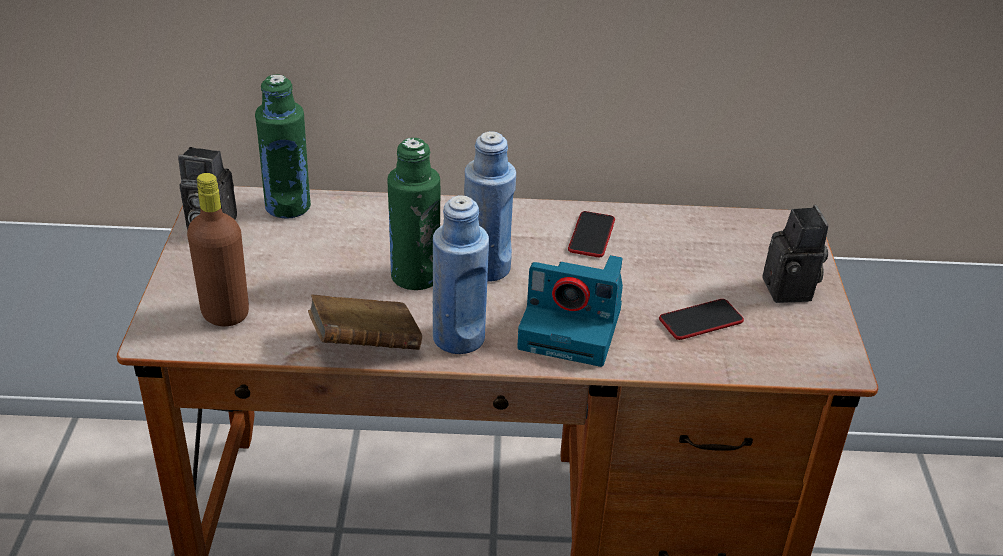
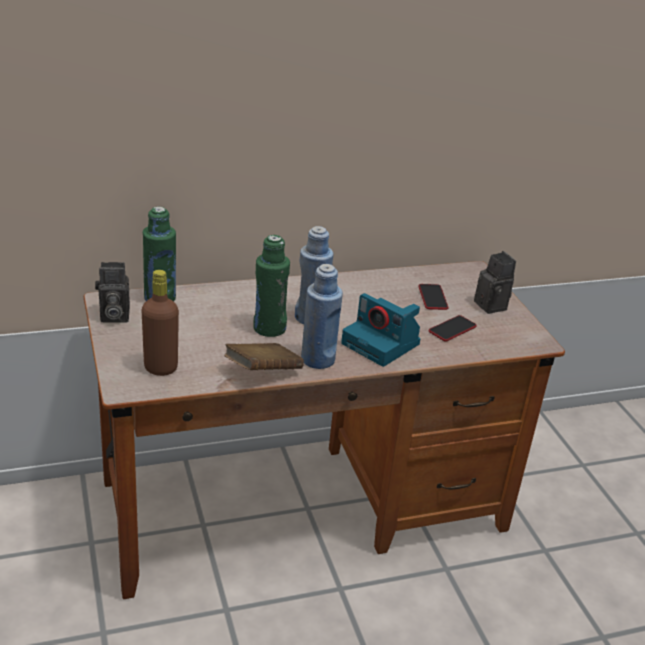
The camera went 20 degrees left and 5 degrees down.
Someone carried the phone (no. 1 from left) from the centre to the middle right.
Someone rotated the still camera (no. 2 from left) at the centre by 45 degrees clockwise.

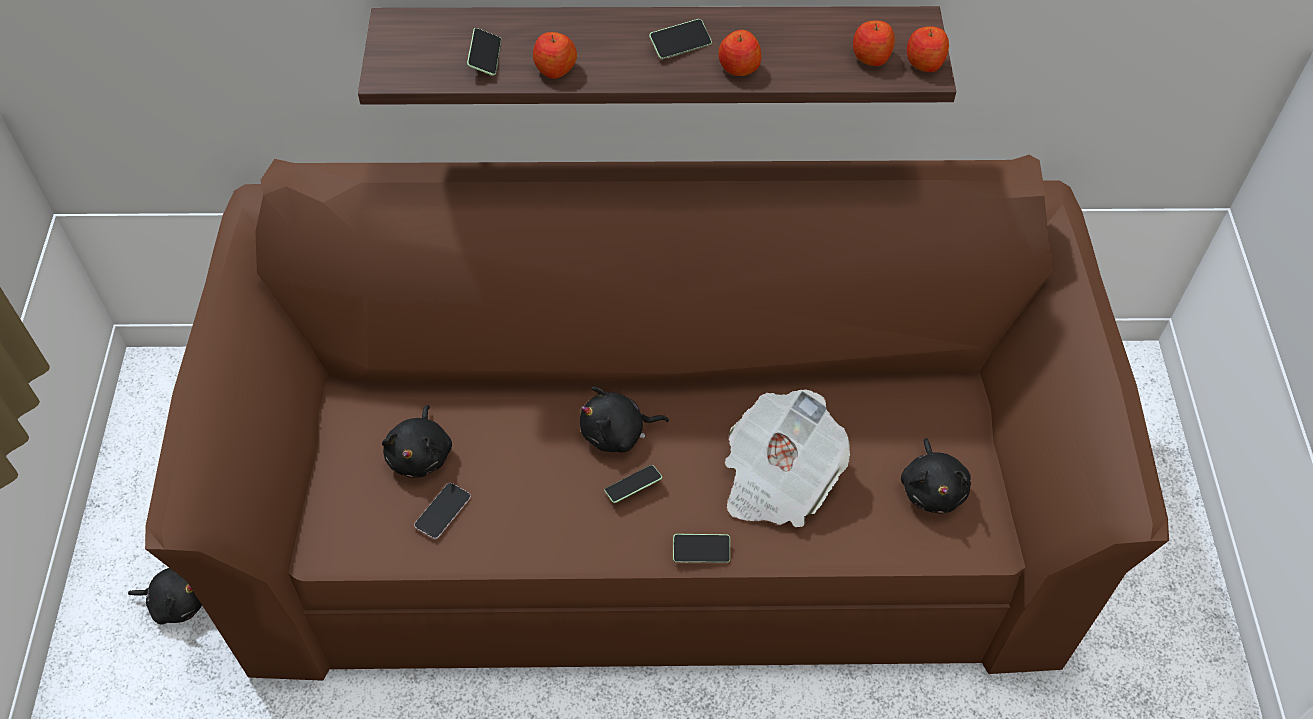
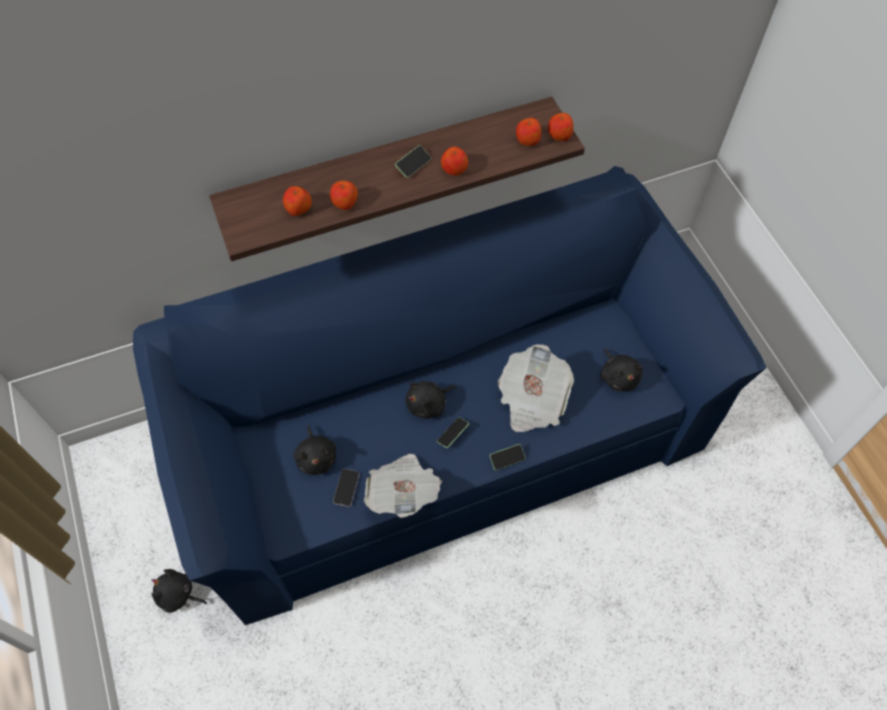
The camera went 20 degrees left and 5 degrees up.
Someone swapped the phone (no. 2 from left) at the top centre for the apple (no. 1 from left) at the top centre.
Someone repainted the sofa in brown at the centre, which became the sofa in bluish at the centre.
Someone rotated the cuddly toy in black (no. 1 from left) at the bottom left by 150 degrees counterclockwise.
Someone put down the daily paper (no. 1 from left) at the bottom centre.

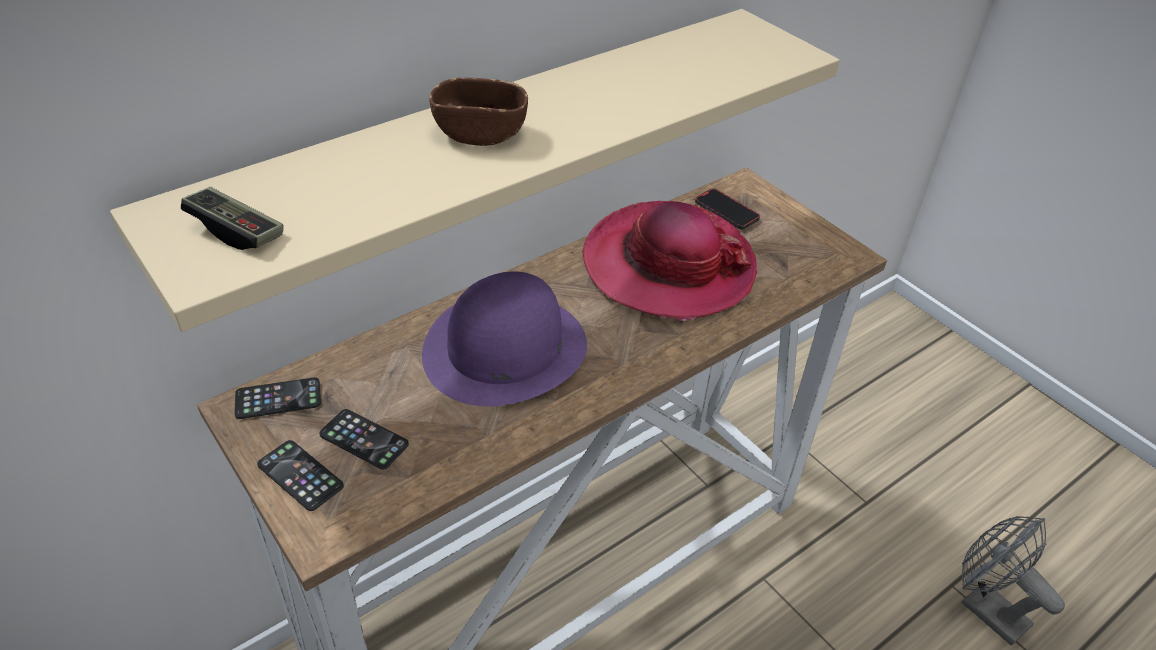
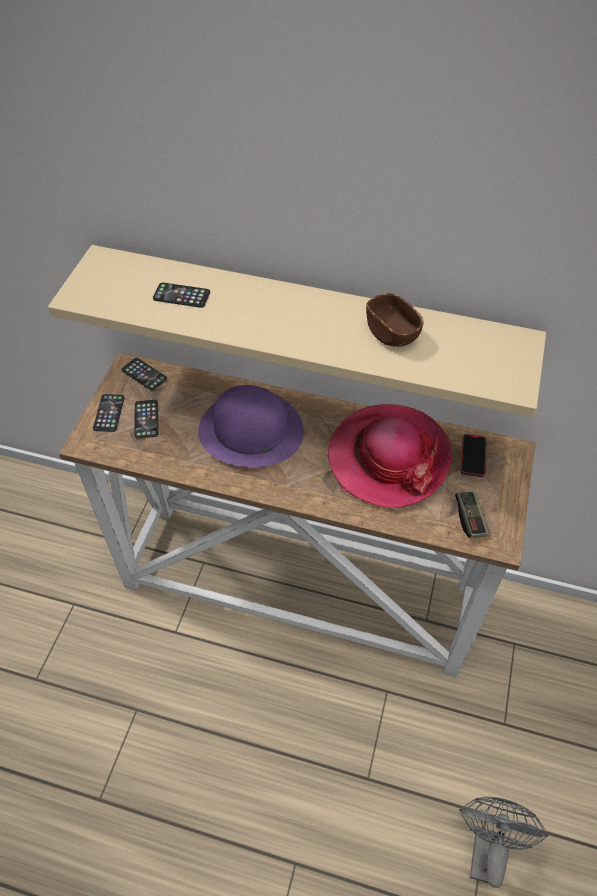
The camera went 55 degrees right and 10 degrees up.
Someone carried the deep dish in brown from the top centre to the centre.
Someone carried the game controller from the middle left to the middle right.
Someone put down the phone (no. 4 from left) at the top left.

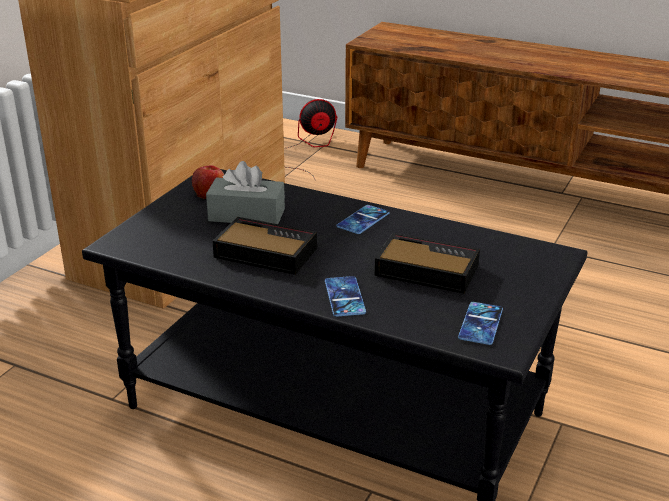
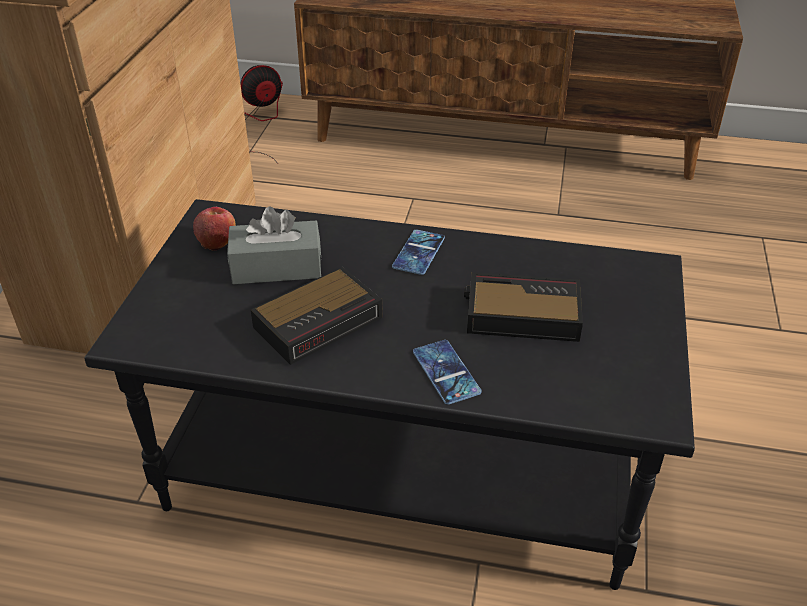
The camera went 15 degrees left and 10 degrees up.
Someone rotated the alarm clock (no. 1 from left) at the centre by 135 degrees clockwise.
Someone took away the phone (no. 3 from left) at the middle right.

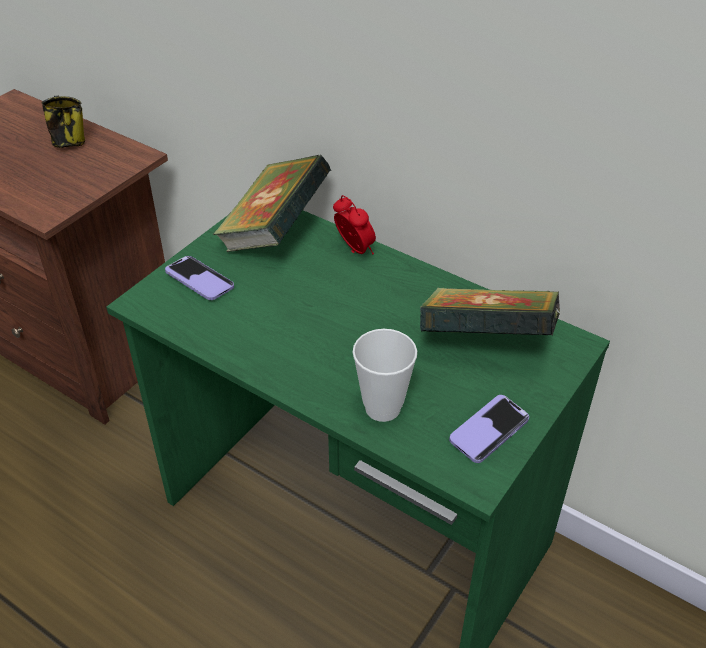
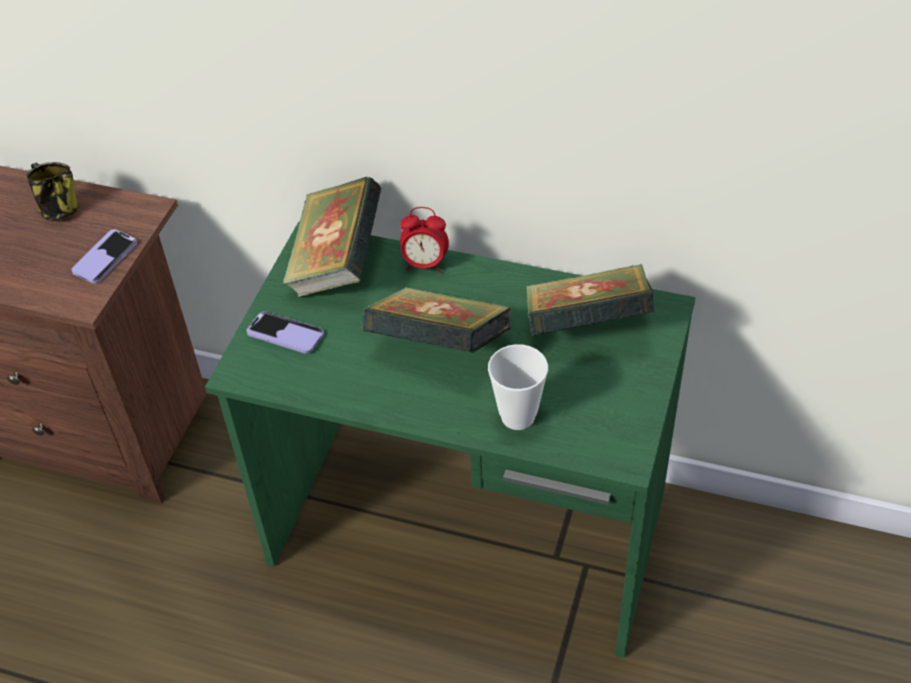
The camera went 15 degrees left and 5 degrees up.
Someone rotated the alarm clock at the centre by 150 degrees clockwise.
Someone carried the phone (no. 2 from left in the first image) from the middle right to the middle left.
Someone put down the volume (no. 2 from left) at the centre.

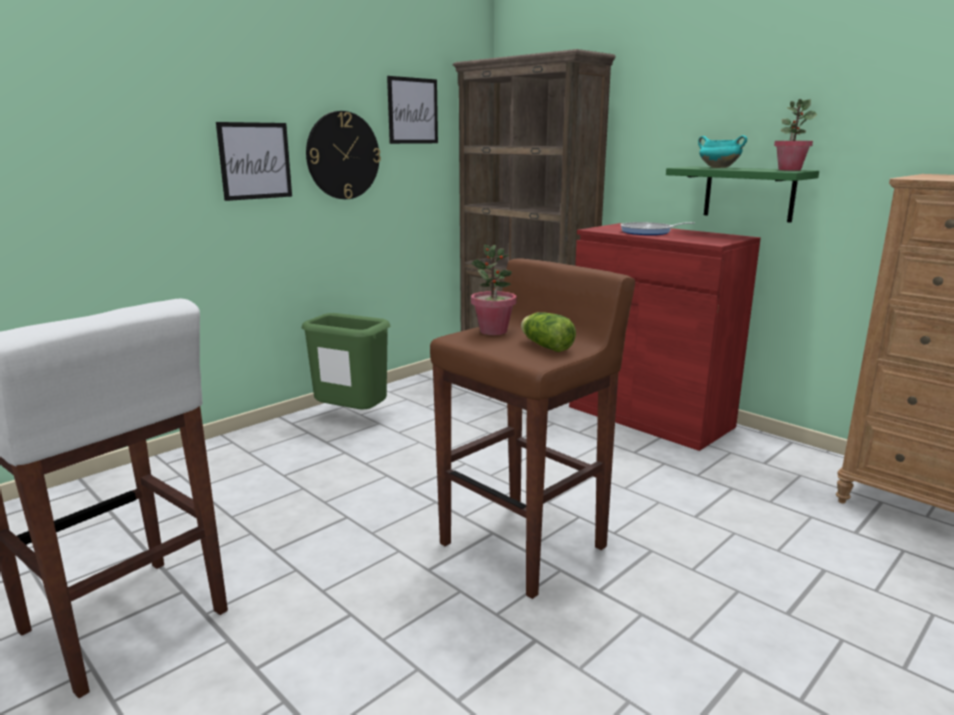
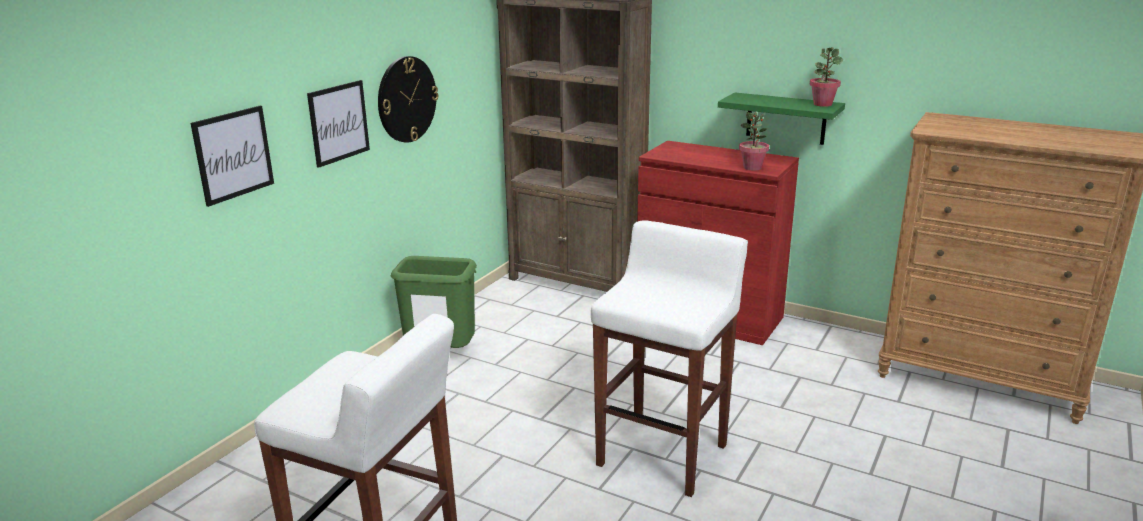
The camera went 15 degrees left and 5 degrees up.
Someone carried the wall picture (no. 2 from left in the first image) from the top centre to the top left.
Someone took away the stockpot in blue-green at the top right.
Someone took away the frying pan at the top right.
Someone carried the potted plant (no. 1 from left) from the centre to the top centre.
Someone repainted the stool seat in brown at the centre, which became the stool seat in white (no. 2 from left) at the bottom centre.
Someone took away the lettuce at the centre.

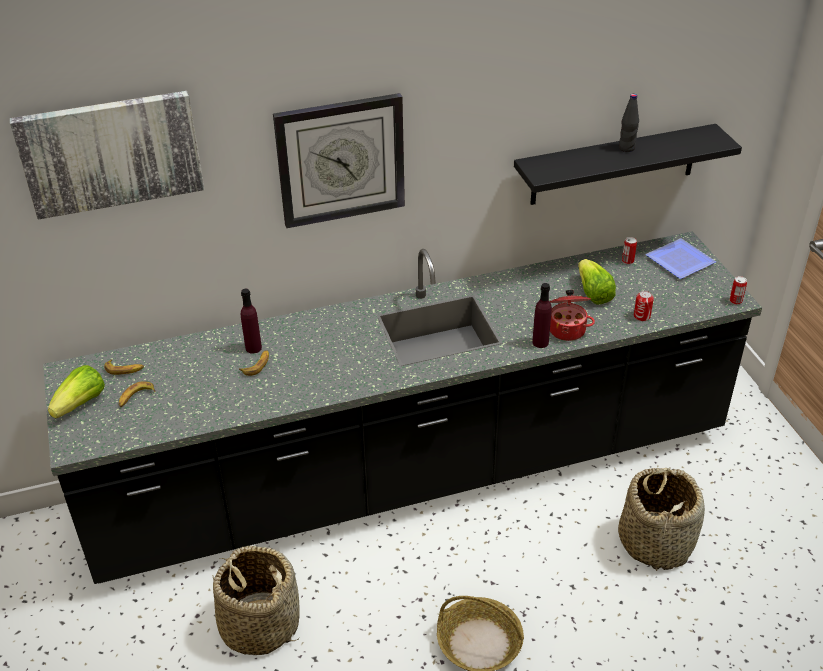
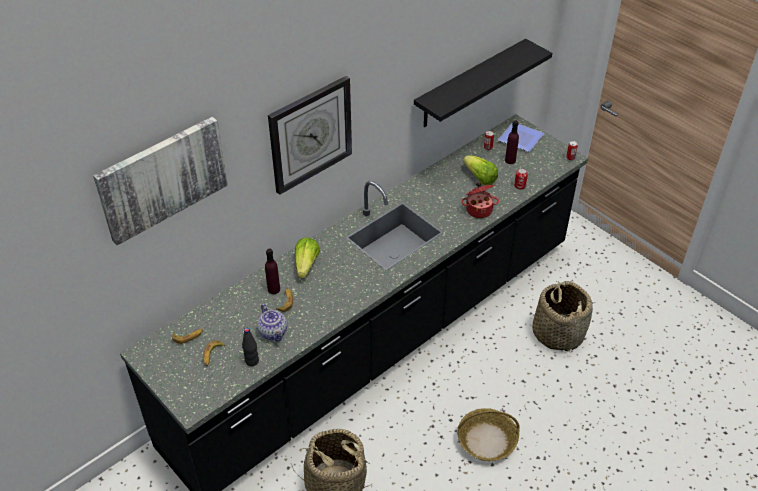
The camera went 25 degrees left and 5 degrees up.
Someone carried the beverage bottle in black from the top right to the bottom left.
Someone carried the beverage bottle in purplish (no. 2 from left) from the centre to the top right.
Someone carried the lettuce (no. 1 from left) from the middle left to the centre.
Someone put down the pot for tea at the centre.

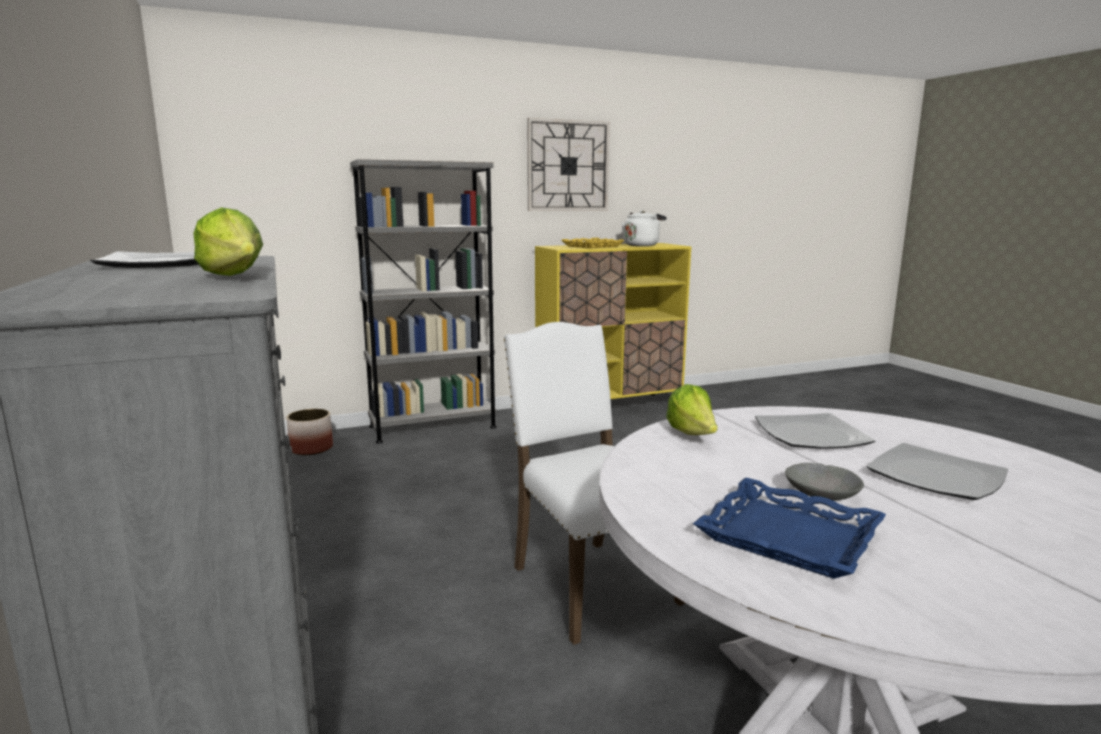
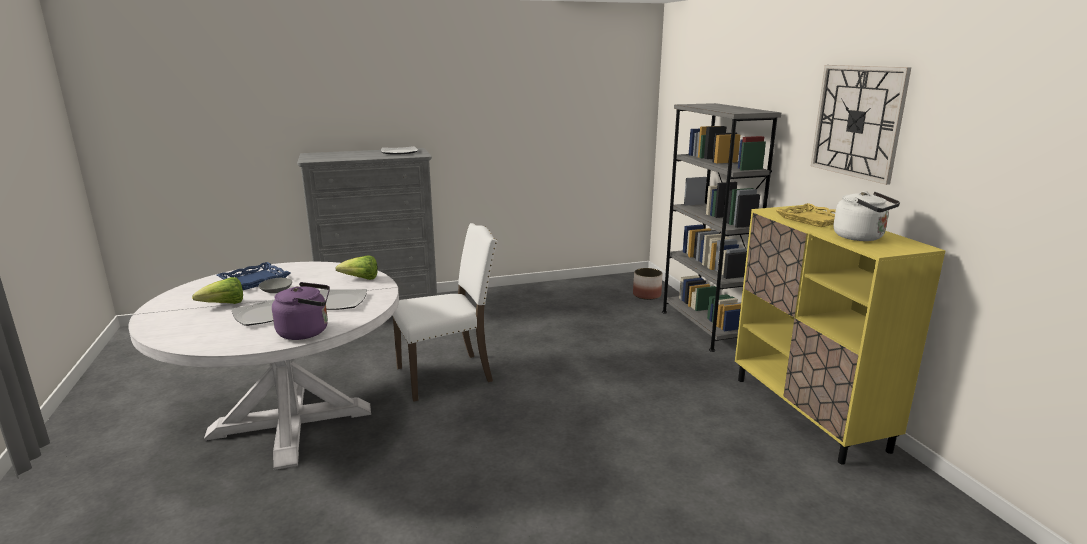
The camera went 95 degrees right and 5 degrees up.
Someone carried the lettuce (no. 1 from left) from the top left to the middle left.
Someone put down the water kettle in purplish at the middle left.

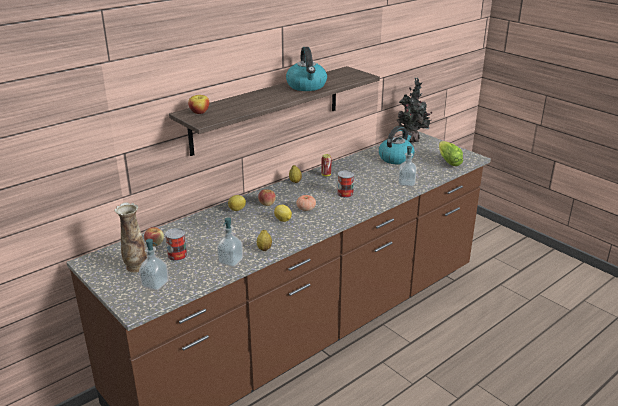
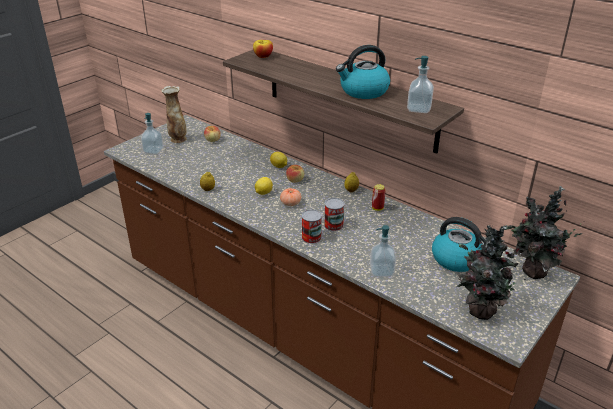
The camera went 80 degrees right and 5 degrees up.
Someone swapped the lettuce at the middle right for the potted plant (no. 1 from left) at the middle right.
Someone carried the liquid soap bottle (no. 2 from left in the first image) from the centre to the top right.
Someone carried the sealed can (no. 1 from left) from the middle left to the centre.

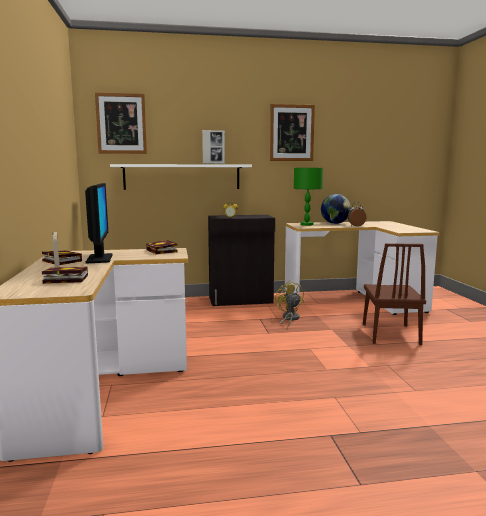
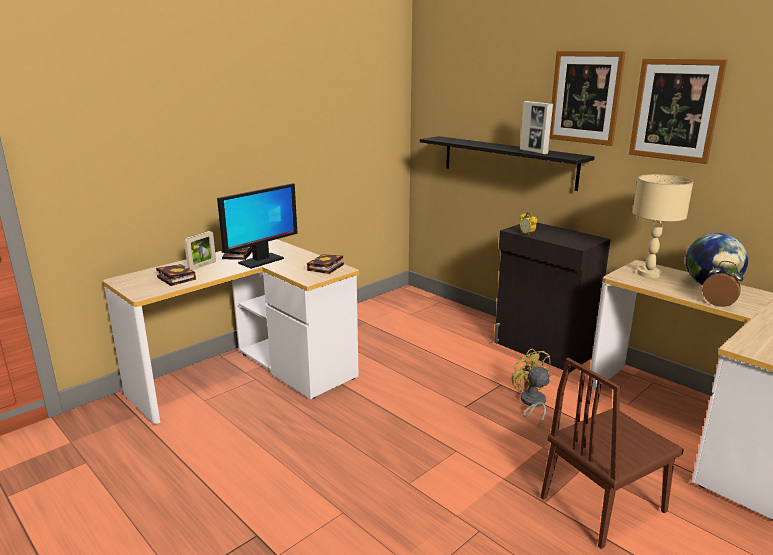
The camera went 55 degrees right and 10 degrees up.
Someone carried the wall picture (no. 1 from left) from the top left to the top right.
Someone repainted the wall shelf in white at the centre, which became the wall shelf in black at the top centre.
Someone repainted the lamp for a table in green at the centre, which became the lamp for a table in beige-coloured at the middle right.
Someone rotated the cooling fan in yellow at the centre by 60 degrees counterclockwise.

